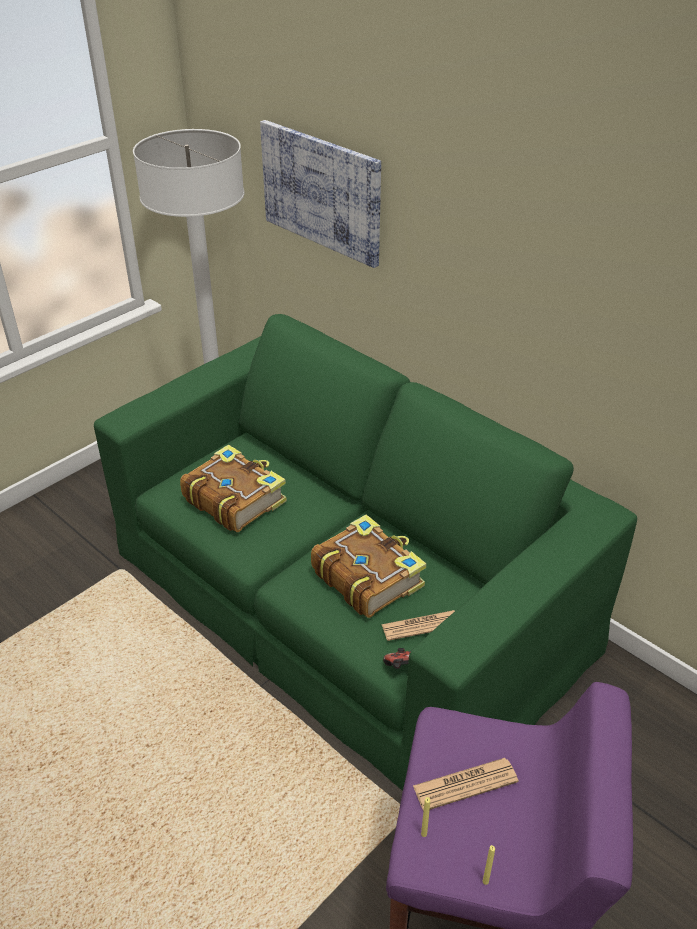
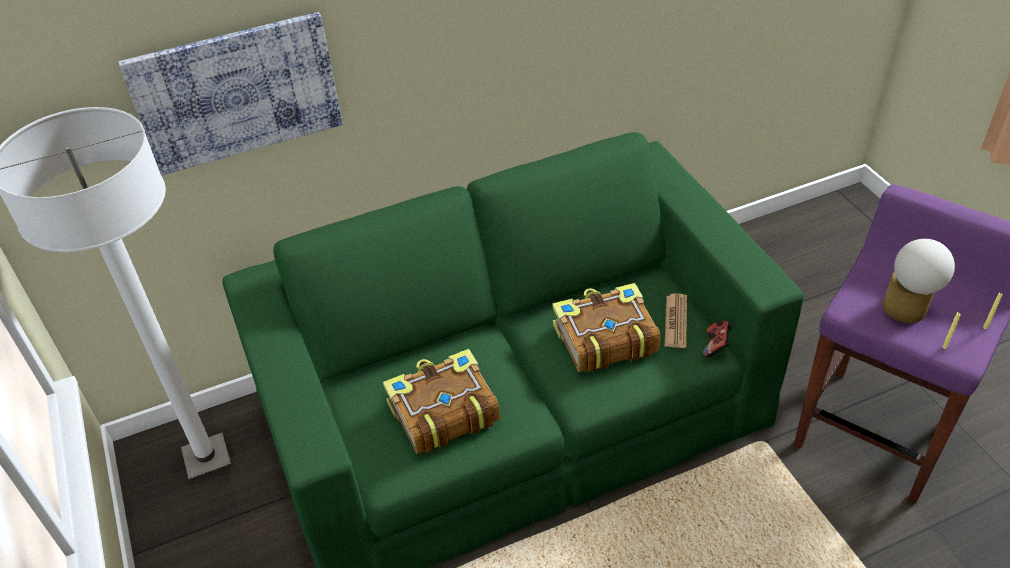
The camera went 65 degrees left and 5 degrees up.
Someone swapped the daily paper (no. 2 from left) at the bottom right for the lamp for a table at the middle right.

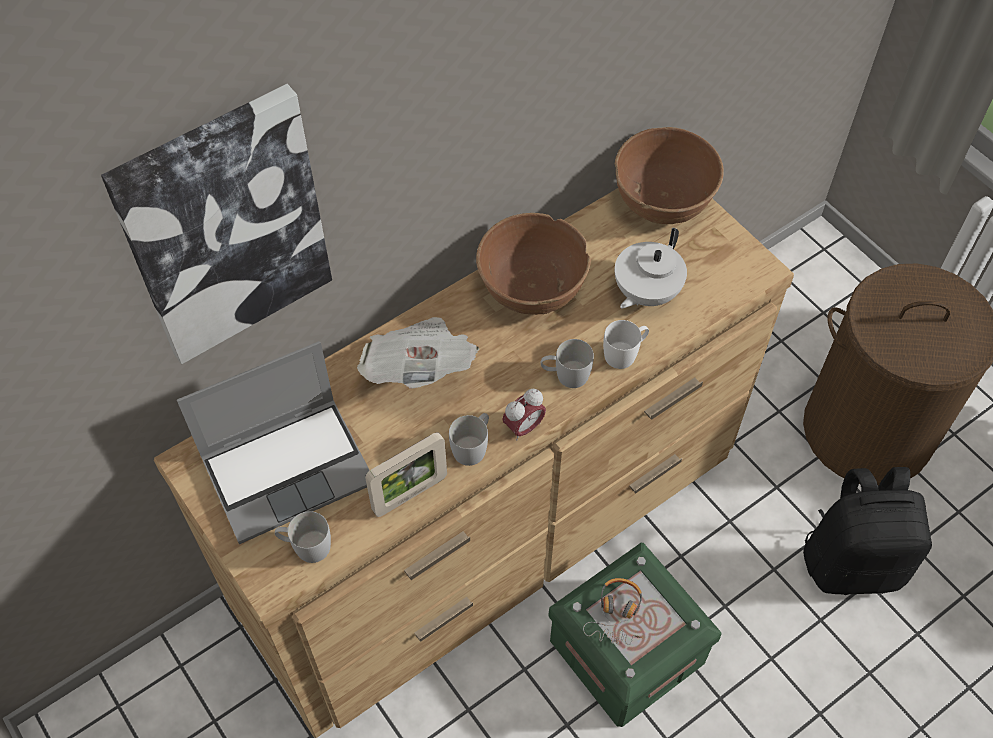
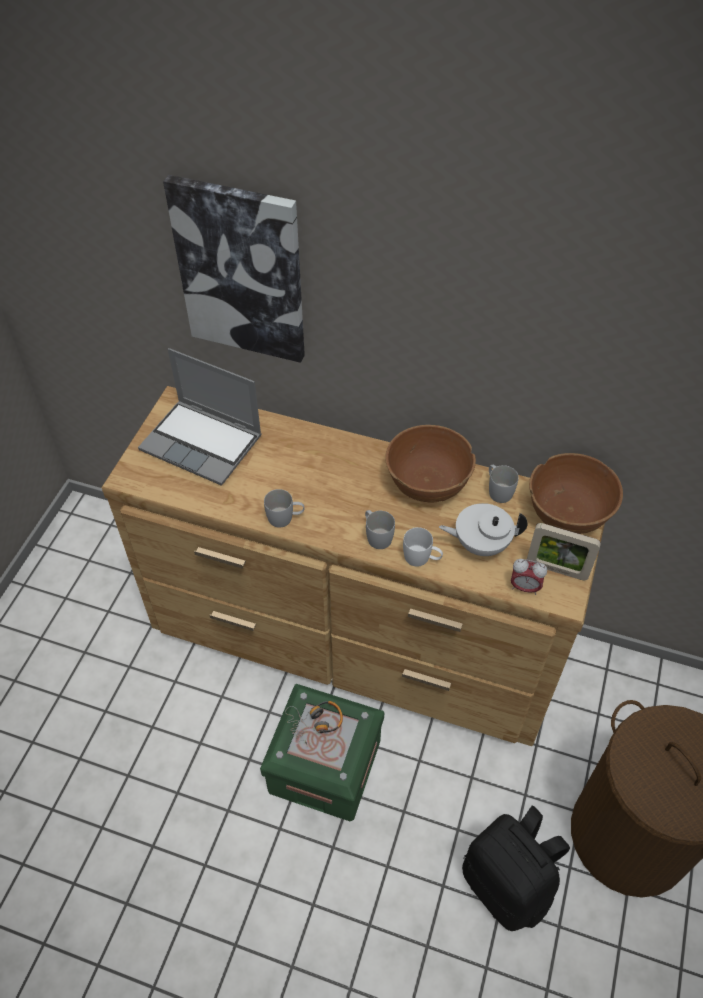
The camera went 55 degrees right and 5 degrees down.
Someone took away the daily paper at the centre.
Someone carried the alarm clock from the centre to the middle right.
Someone carried the standing frame from the centre to the middle right.
Someone carried the mug in white (no. 1 from left in the first image) from the bottom left to the middle right.

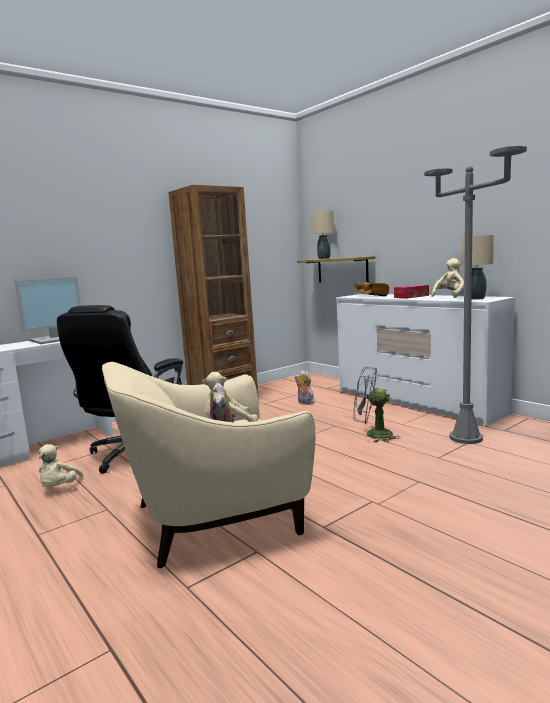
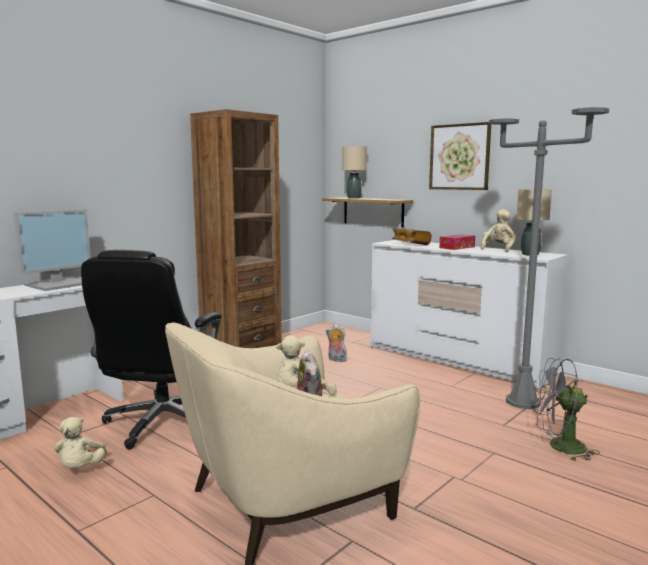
The camera went 10 degrees left and 0 degrees up.
Someone carried the cooling fan in gray from the middle right to the bottom right.
Someone put up the wall picture at the top right.

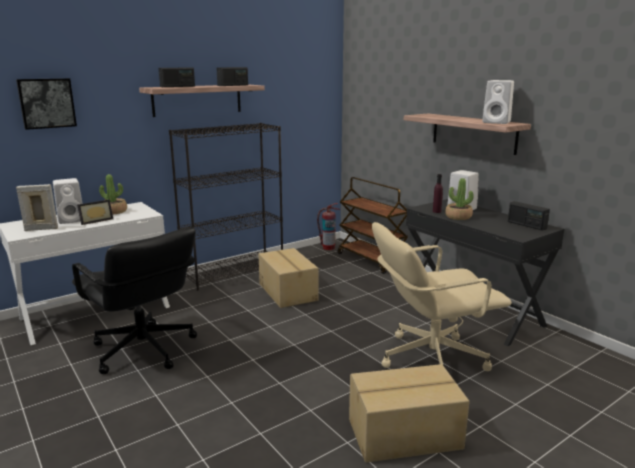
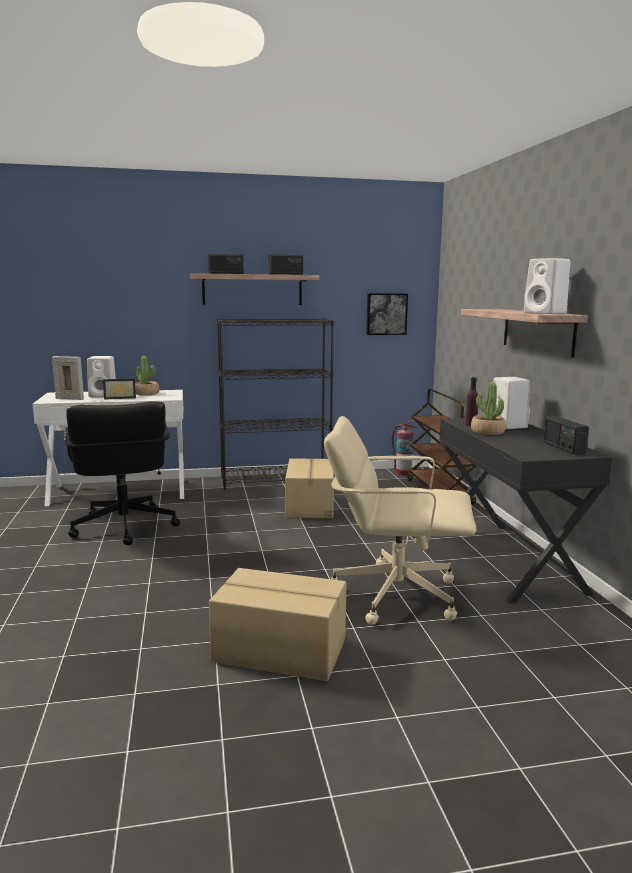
The camera went 25 degrees right and 5 degrees down.
Someone carried the wall picture from the top left to the centre.

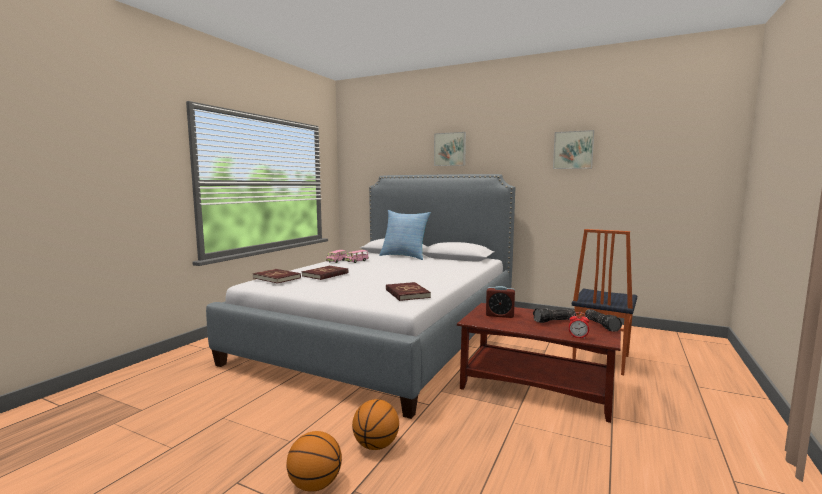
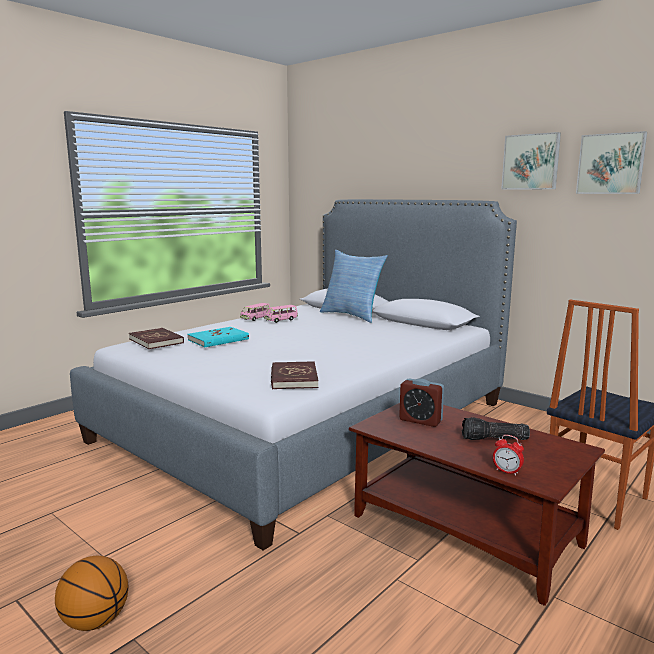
The camera went 15 degrees right and 5 degrees up.
Someone carried the wall picture (no. 1 from left) from the top centre to the top right.
Someone repainted the volume in red-coloured (no. 2 from left) at the centre, which became the volume in blue-green at the centre.
Someone took away the torch (no. 2 from left) at the middle right.
Someone took away the basketball ball (no. 2 from left) at the bottom centre.

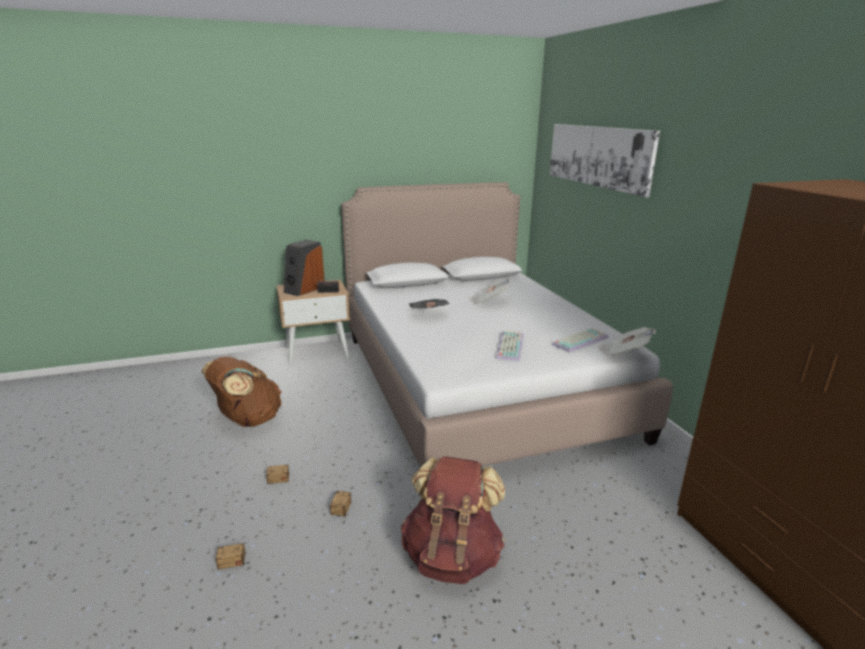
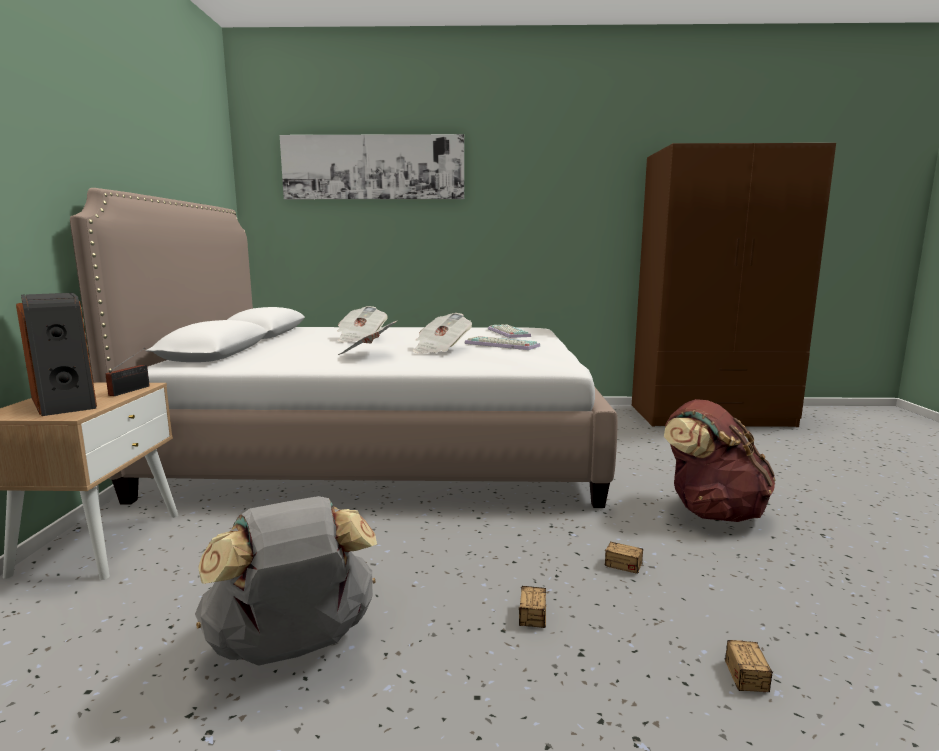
The camera went 70 degrees left and 10 degrees down.
Someone carried the daily paper (no. 3 from left) from the middle right to the centre.
Someone repainted the backpack in brown (no. 1 from left) at the middle left, which became the backpack in gray at the bottom left.

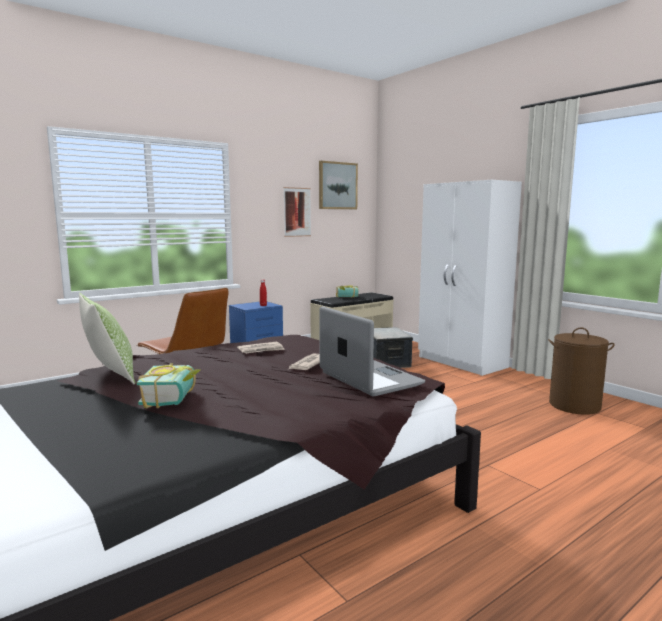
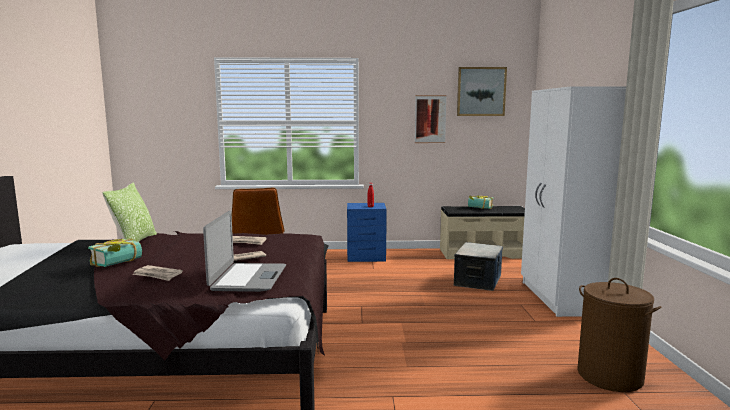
The camera went 35 degrees right and 0 degrees up.
Someone put down the daily paper (no. 1 from left) at the middle left.

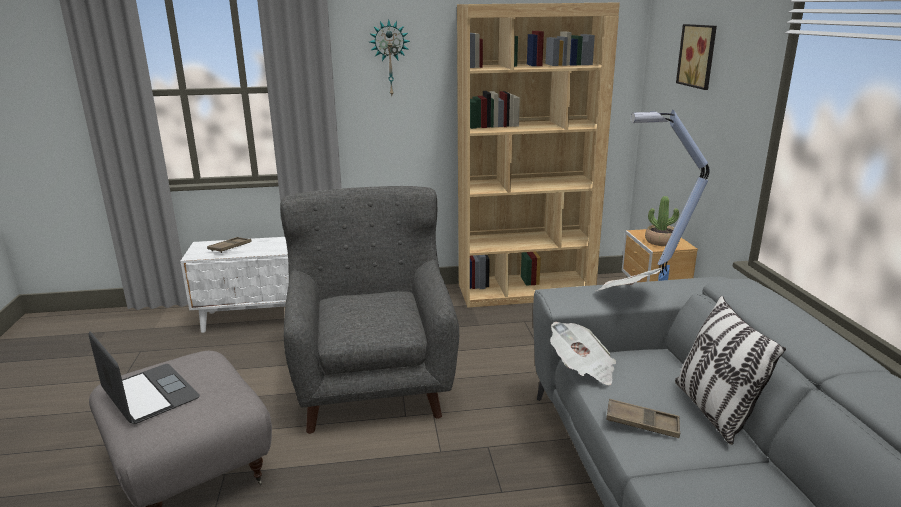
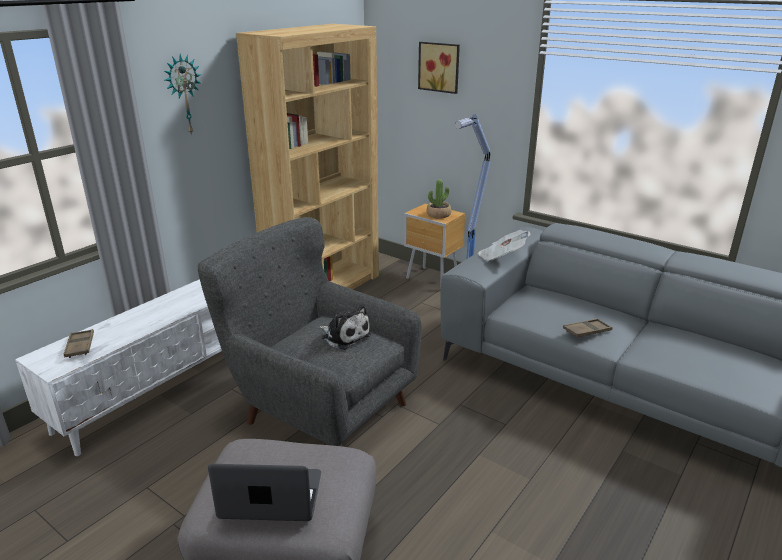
The camera went 45 degrees left and 5 degrees up.
Someone took away the pillow at the bottom right.
Someone took away the daily paper (no. 1 from left) at the bottom centre.
Someone put down the cuddly toy at the centre.

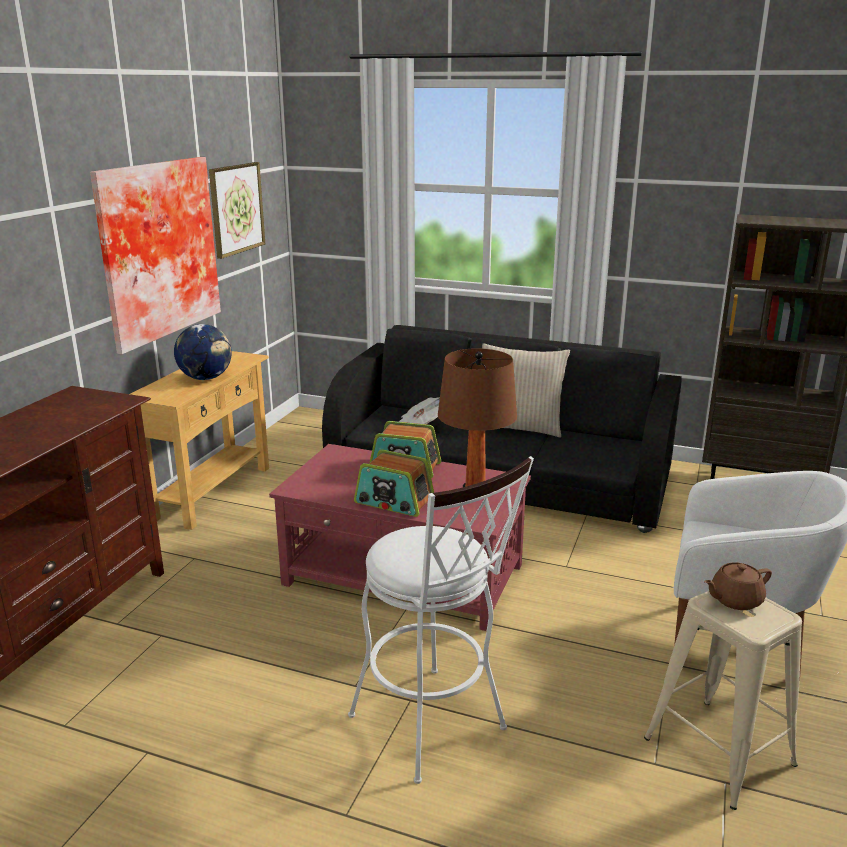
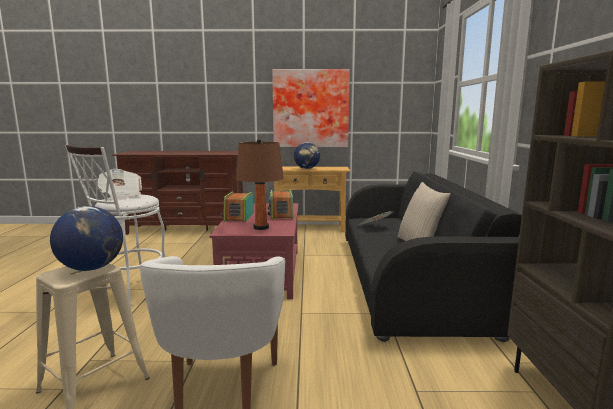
The camera went 70 degrees right and 10 degrees down.
Someone took away the wall picture (no. 2 from left) at the top left.
Someone swapped the pot for tea in brown at the bottom right for the globe (no. 1 from left) at the middle left.
Someone put down the daily paper (no. 1 from left) at the middle left.

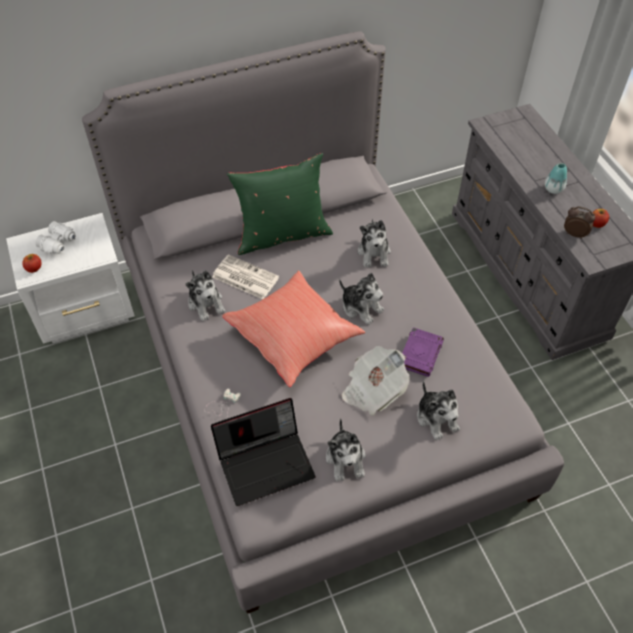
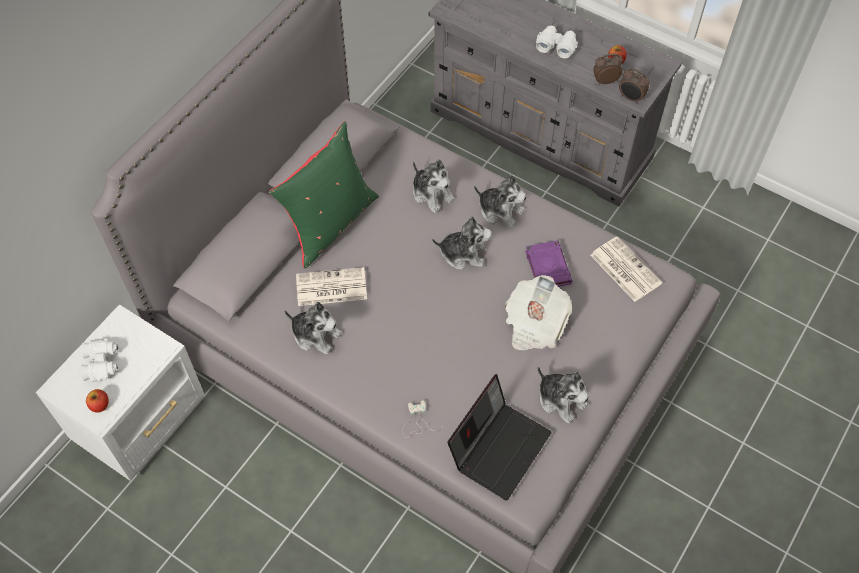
The camera went 35 degrees left and 5 degrees up.
Someone swapped the decorative vase at the top right for the pair of binoculars in white (no. 2 from left) at the top centre.
Someone took away the pillow in red-coloured at the centre.
Someone carried the cuddly toy (no. 5 from left in the first image) from the middle right to the centre.
Someone put down the alarm clock (no. 2 from left) at the top right.
Someone put down the daily paper (no. 3 from left) at the middle right.

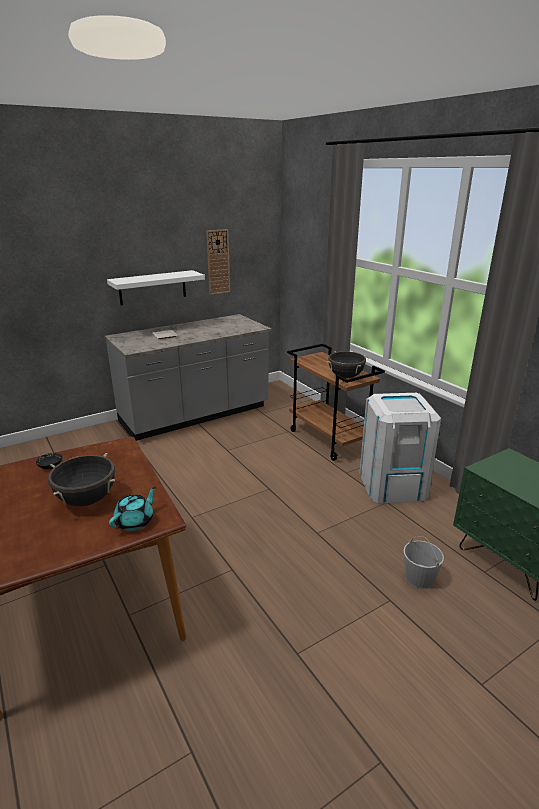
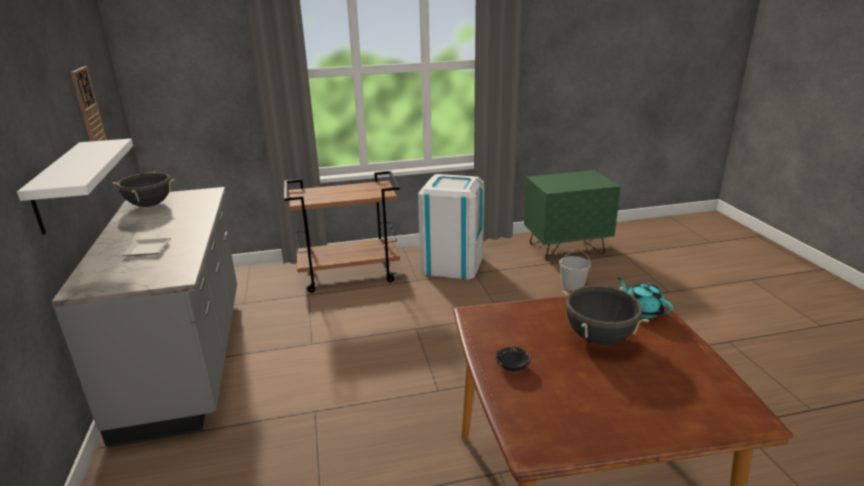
The camera went 70 degrees left and 0 degrees up.
Someone carried the stockpot in black (no. 2 from left in the first image) from the centre to the middle left.

